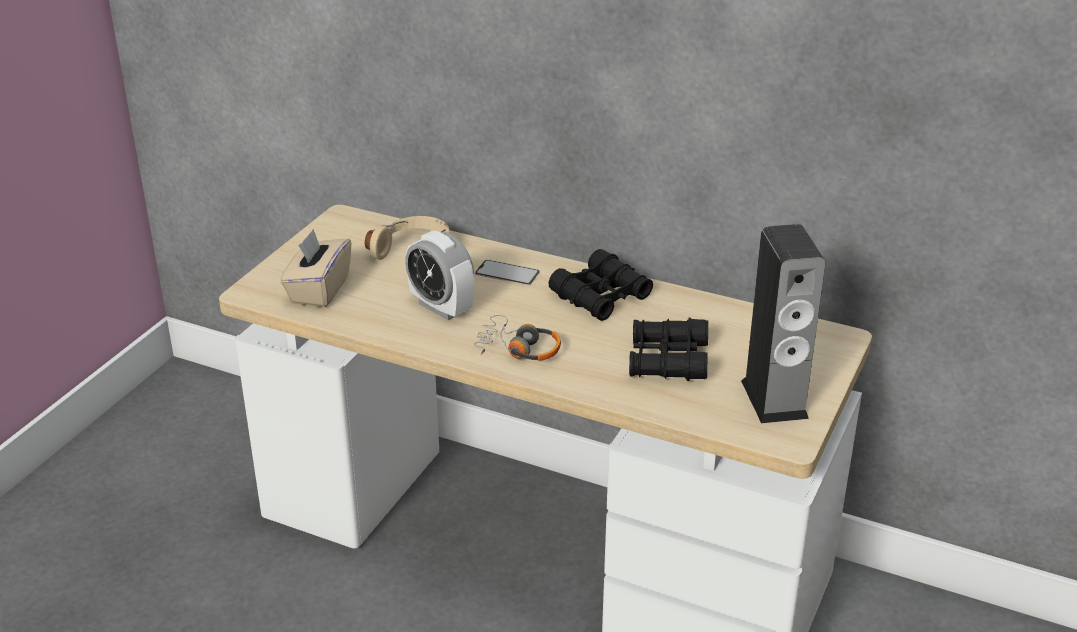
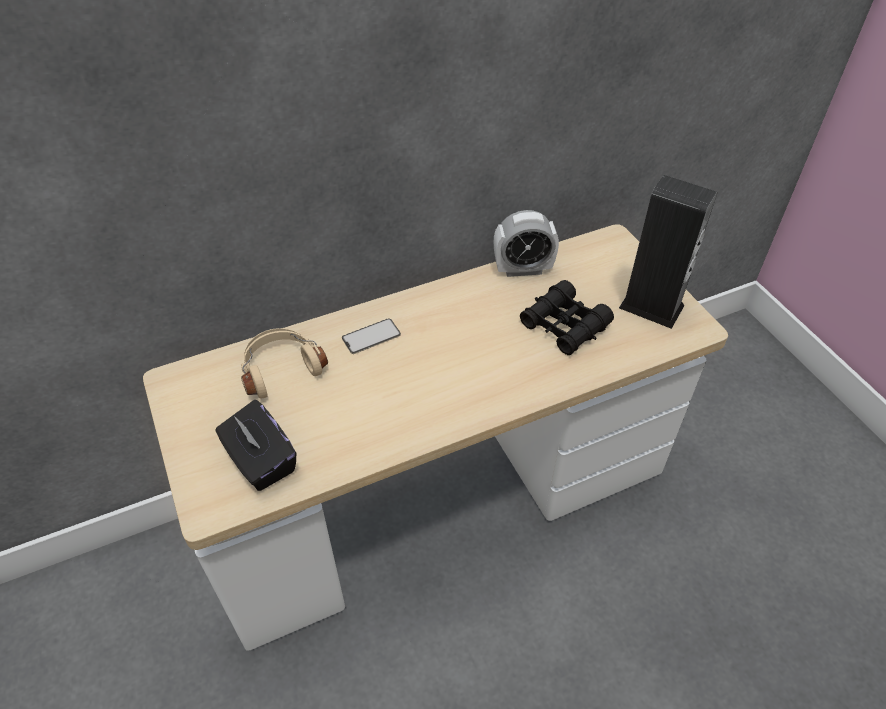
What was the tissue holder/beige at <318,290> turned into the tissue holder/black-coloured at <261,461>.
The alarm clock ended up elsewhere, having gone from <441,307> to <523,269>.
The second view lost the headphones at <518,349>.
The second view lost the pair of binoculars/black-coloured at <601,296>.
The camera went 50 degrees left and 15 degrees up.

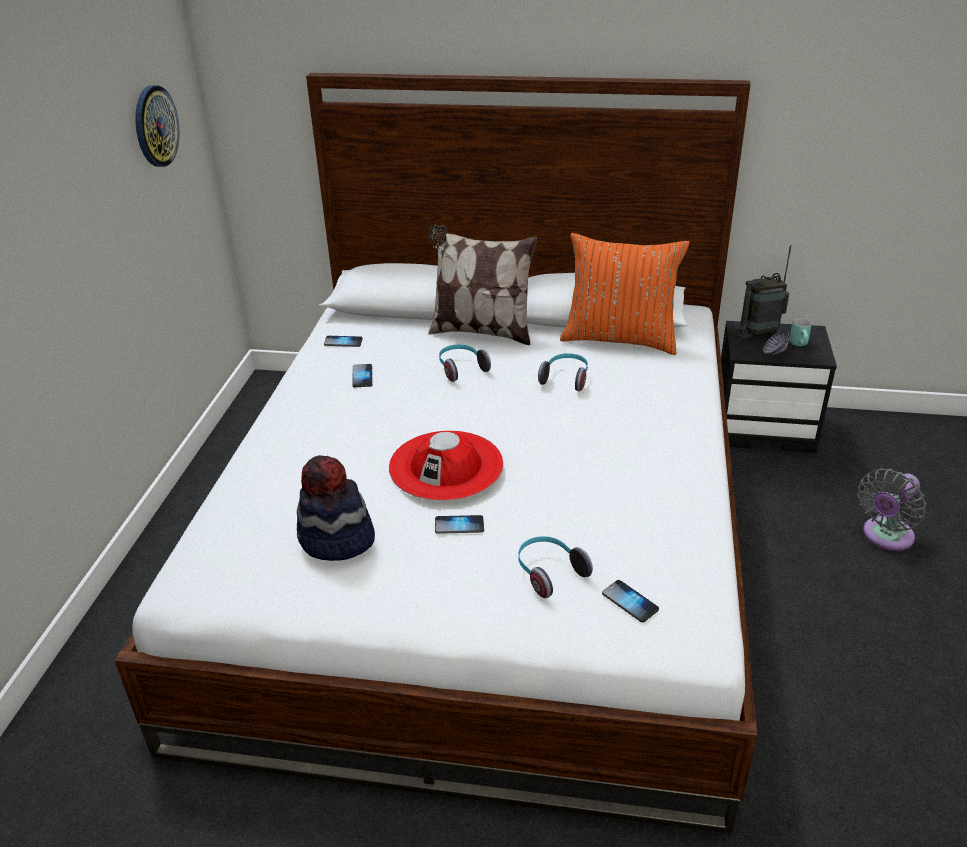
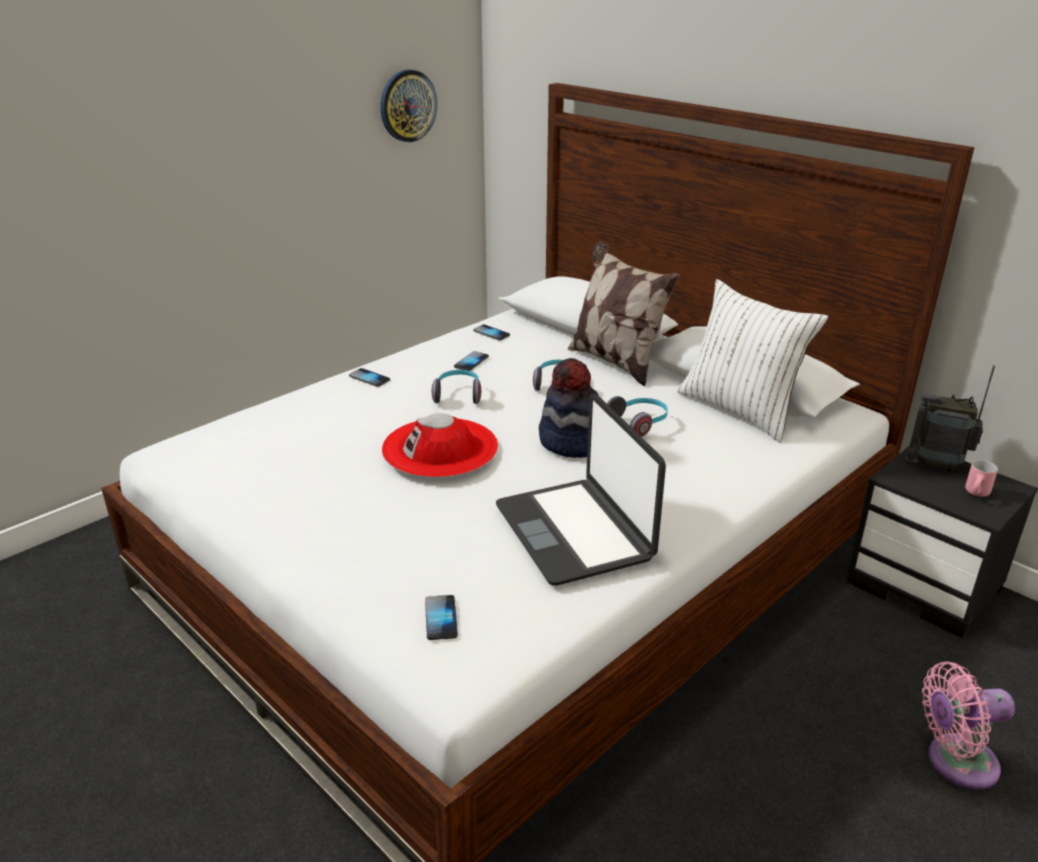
The clothing hat ended up elsewhere, having gone from <336,539> to <571,442>.
The handset ended up elsewhere, having gone from <459,525> to <369,378>.
The headphones ended up elsewhere, having gone from <549,572> to <458,395>.
What was the cushion/orange-coloured at <620,339> turned into the cushion/white-coloured at <740,410>.
The second view lost the bowl at <774,352>.
What was the tea mug/turquoise-coloured at <800,345> turned into the tea mug/pinkish at <977,494>.
What was the cooling fan/grey at <885,537> turned into the cooling fan/pinkish at <955,762>.
The second view gained the portable computer at <575,532>.
The camera went 35 degrees right and 5 degrees down.

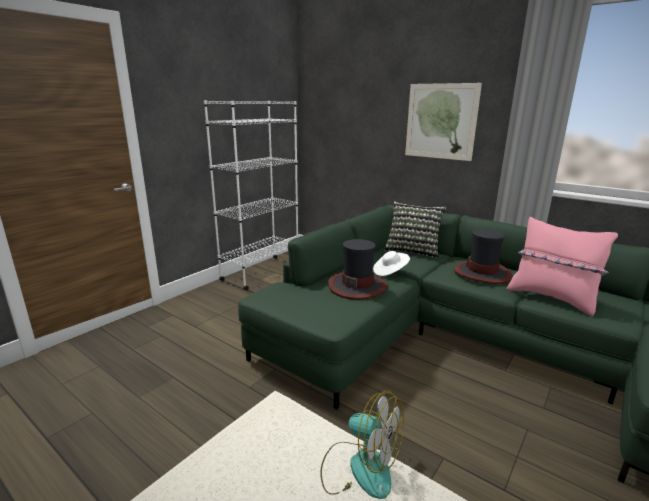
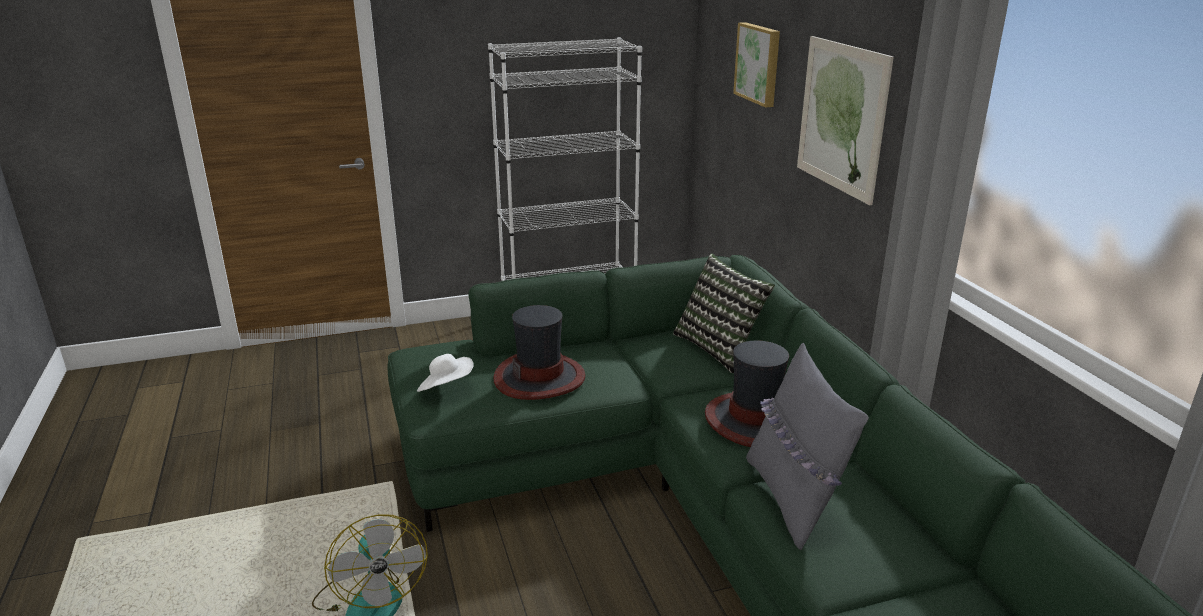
The clothing hat/white-coloured ended up elsewhere, having gone from <390,272> to <446,388>.
What was the cushion/pinkish at <551,298> turned into the cushion/grey at <793,499>.
The second view gained the wall picture at <759,63>.
The camera went 35 degrees right and 5 degrees up.

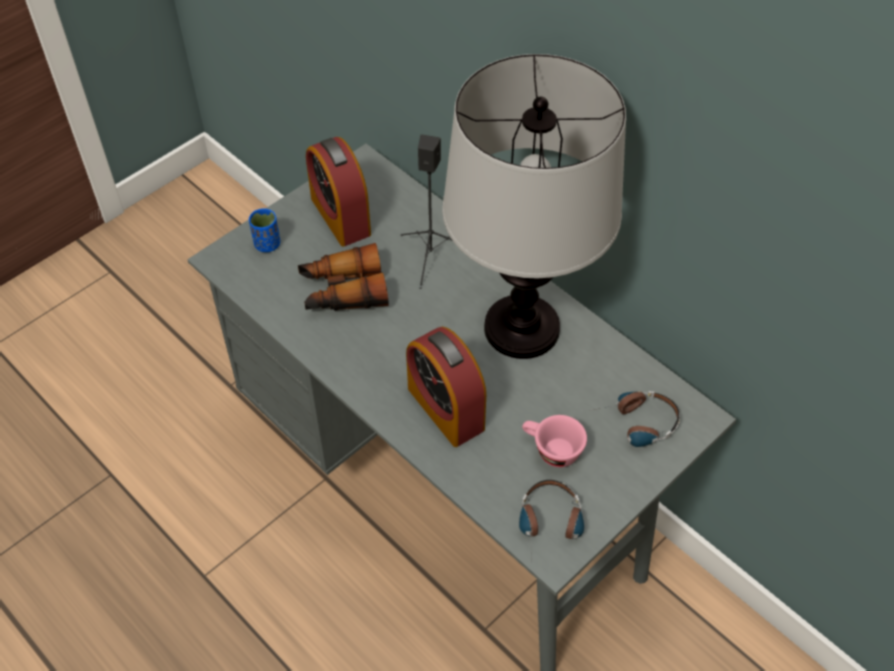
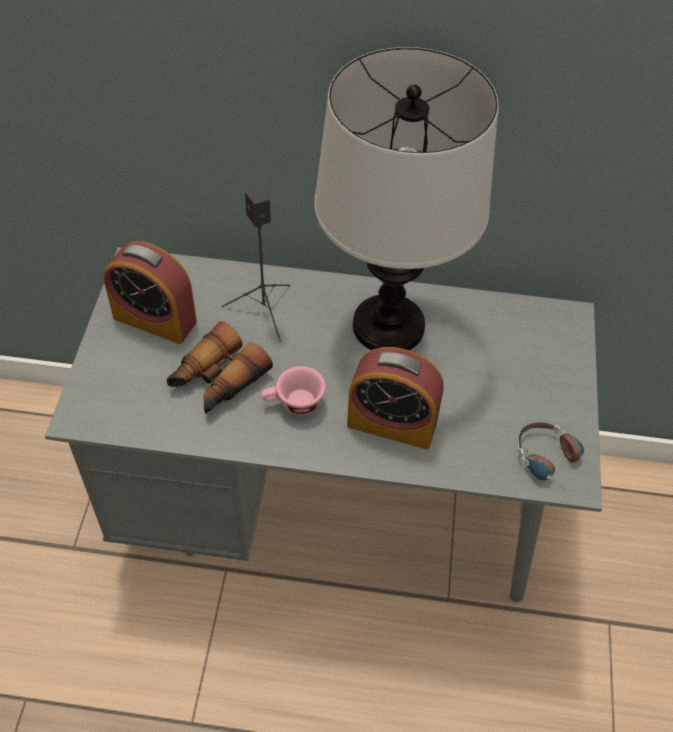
The second view lost the small cup/blue-coloured at <267,244>.
The small cup/pinkish ended up elsewhere, having gone from <551,450> to <293,404>.
The second view lost the headphones at <635,425>.
The camera went 40 degrees left and 0 degrees up.

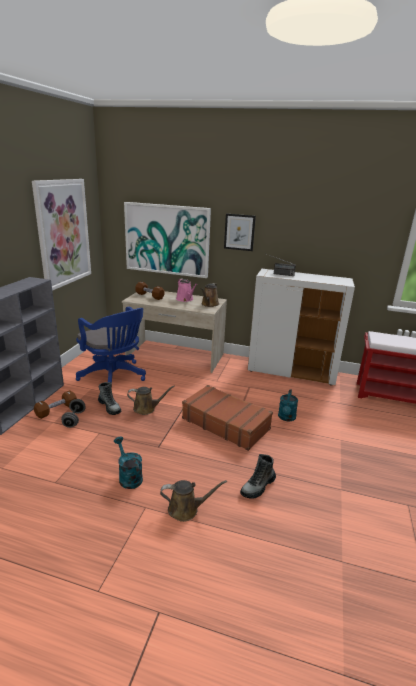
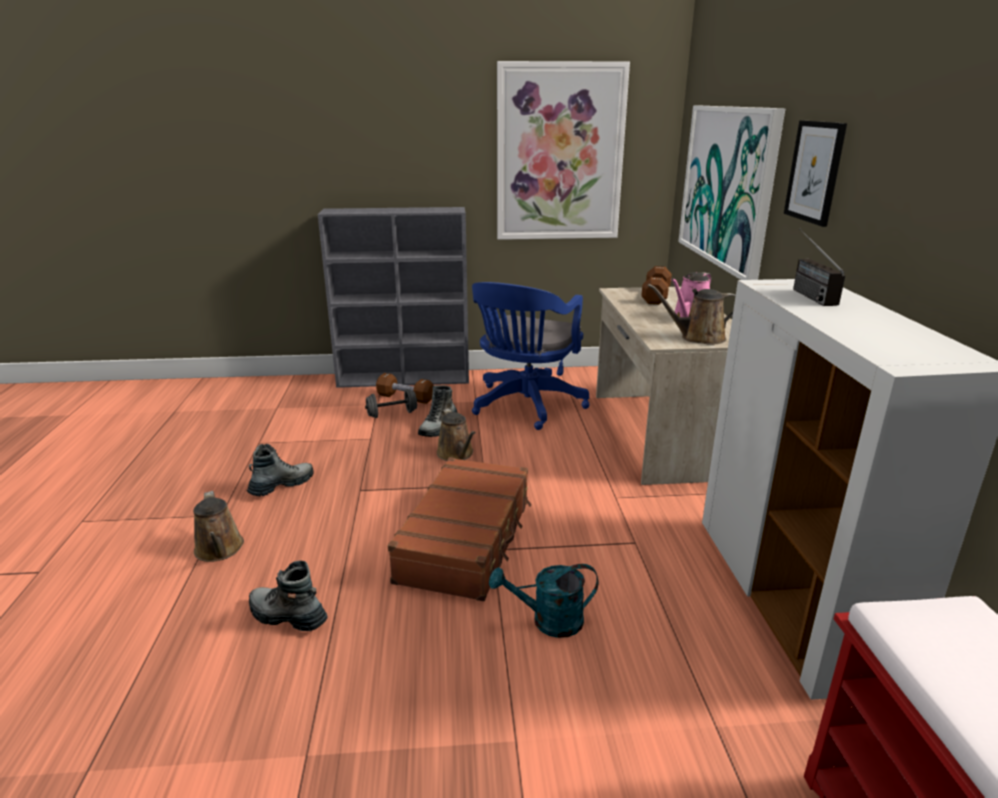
Where the sprinkling can/turquoise-coloured stood at <128,476>, the tall boot came to stand at <282,485>.
The camera went 70 degrees right and 0 degrees up.

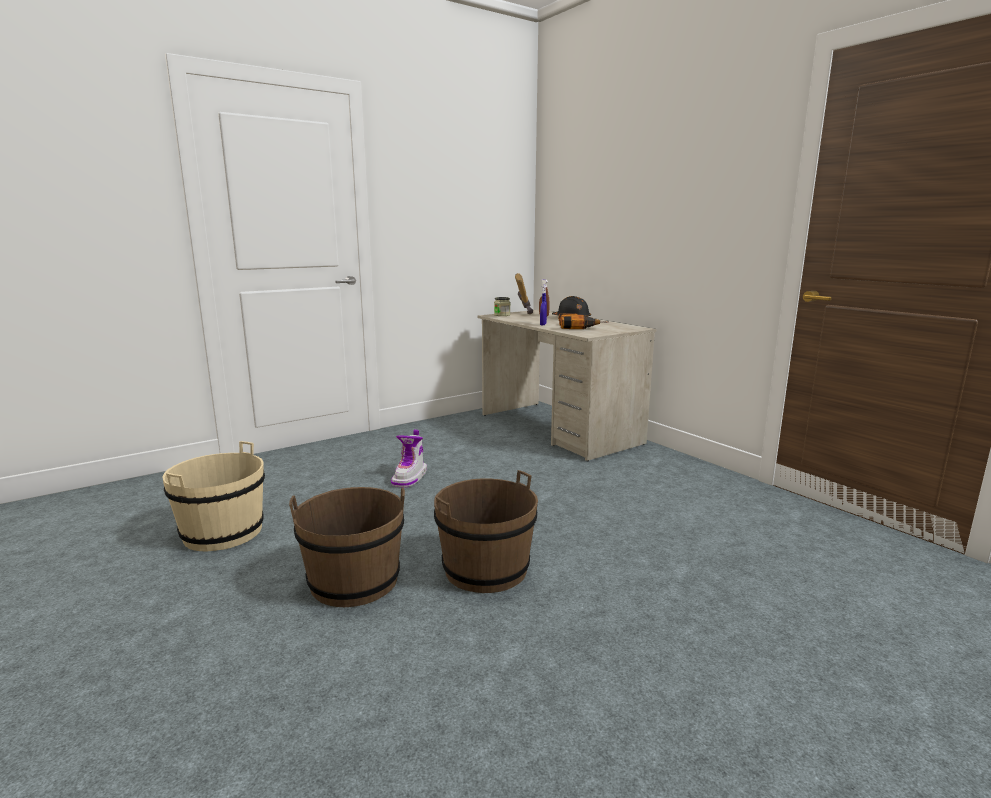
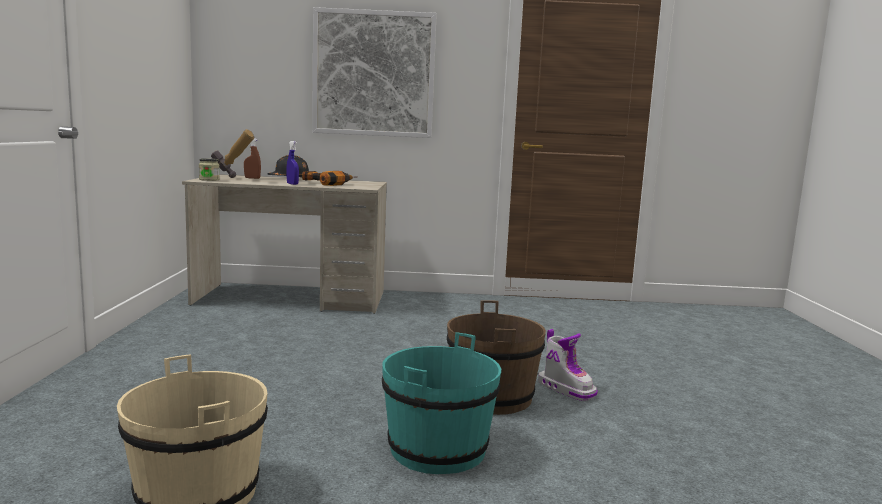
What was the pail/brown at <354,581> turned into the pail/turquoise-coloured at <437,449>.
The tall boot ended up elsewhere, having gone from <410,478> to <566,389>.
The second view gained the wall picture at <373,74>.
The camera went 55 degrees left and 5 degrees down.

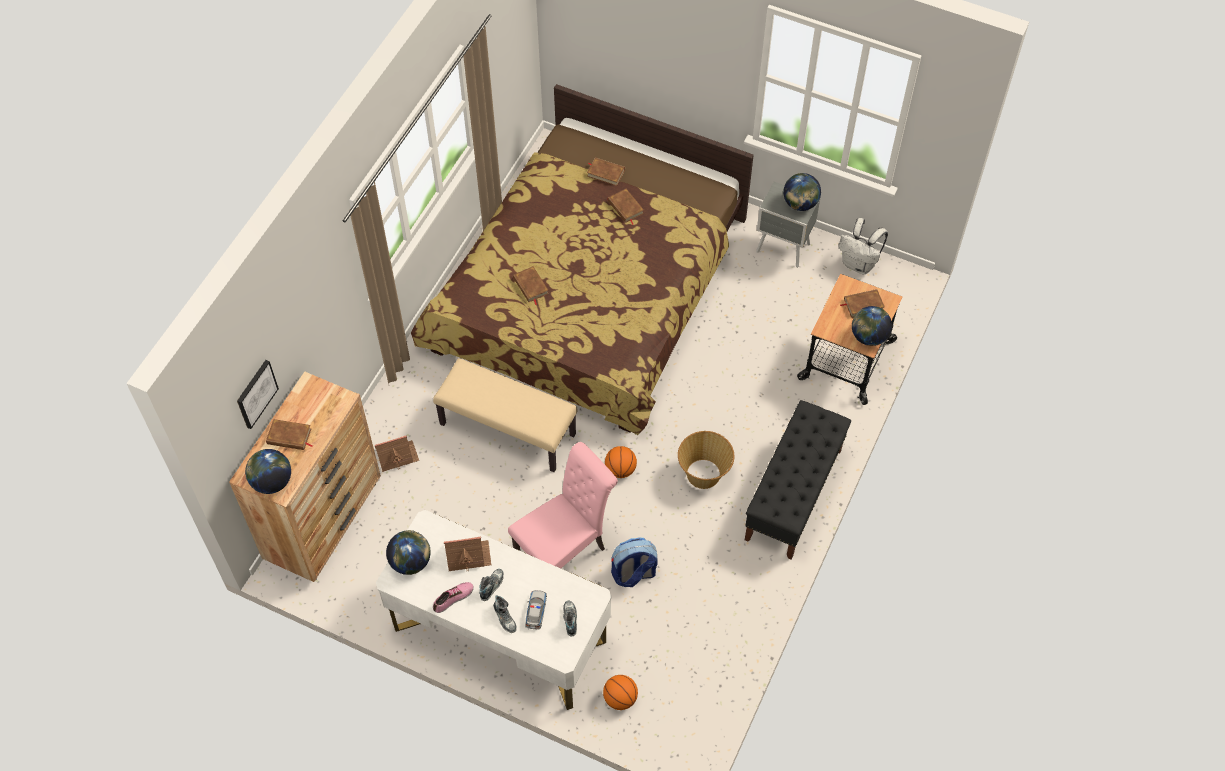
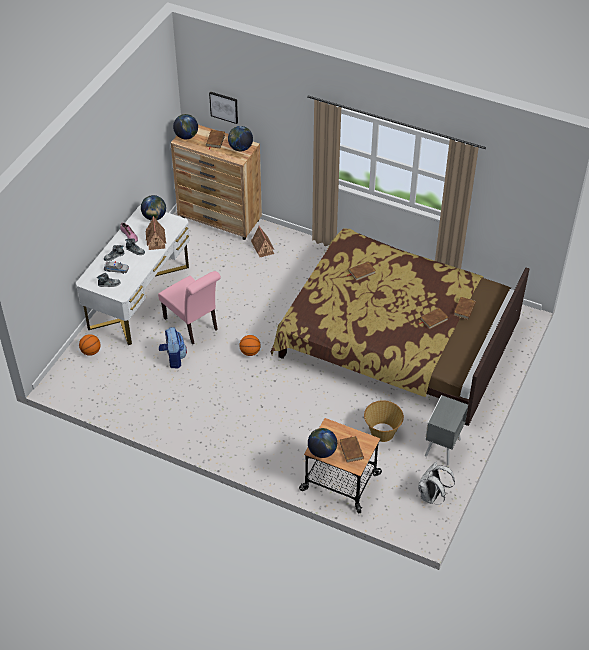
The second view lost the bench/beige at <508,429>.
The basket ended up elsewhere, having gone from <704,474> to <382,432>.
The second view lost the bench/black-coloured at <793,495>.
The desk globe ended up elsewhere, having gone from <800,204> to <240,148>.
The camera went 90 degrees right and 10 degrees down.

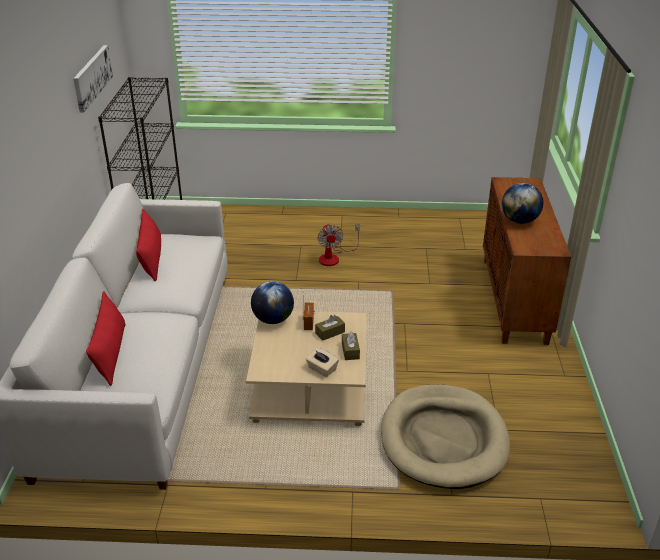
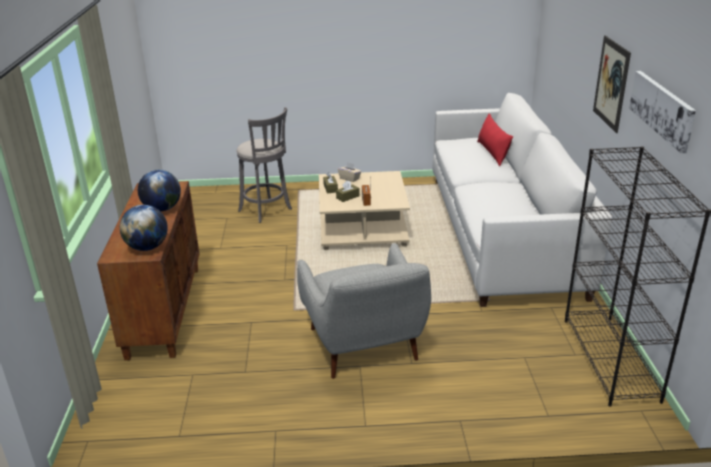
The second view lost the cushion/reddish at <151,260>.
The desk globe ended up elsewhere, having gone from <273,319> to <147,247>.
Where the cooling fan stood at <334,257>, the easy chair/grey came to stand at <364,348>.
Where the dog cushion/beige stood at <443,439>, the sitting stool/grey came to stand at <266,211>.
The second view gained the wall picture at <611,83>.
The camera went 175 degrees right and 5 degrees down.

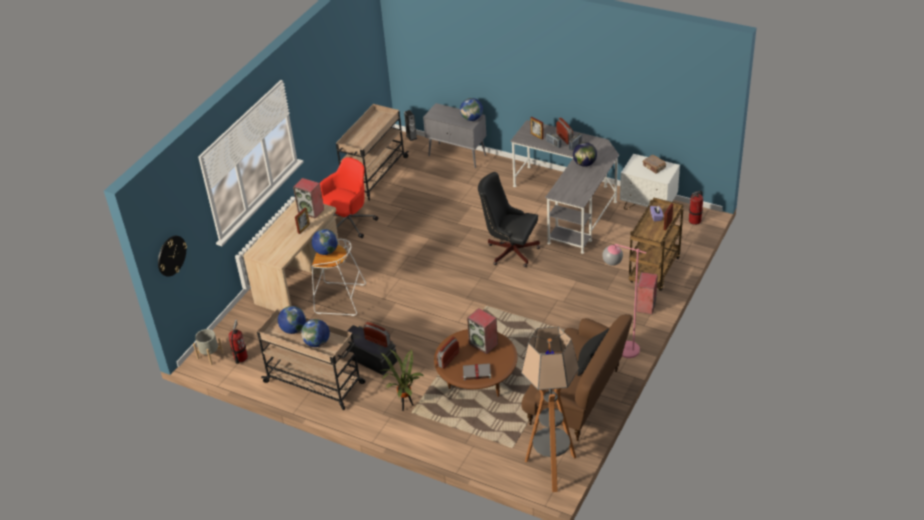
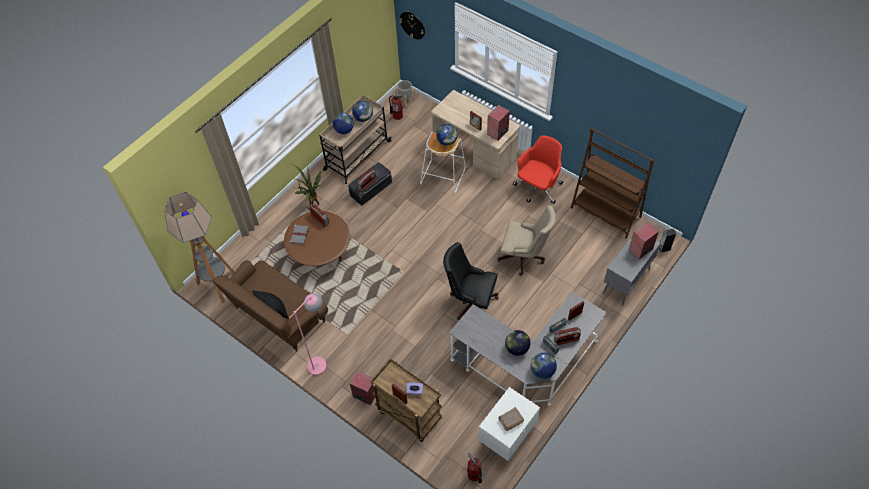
The office chair/reddish at <348,224> ended up facing another way, 105 degrees counterclockwise from before.
Where the cart/beige stood at <373,175>, the shelving unit/brown came to stand at <605,212>.
The desk globe ended up elsewhere, having gone from <472,119> to <542,371>.
The speaker ended up elsewhere, having gone from <484,344> to <640,249>.
The office chair/black-coloured at <509,250> ended up facing another way, 105 degrees counterclockwise from before.
The second view gained the office chair/beige at <524,257>.
The camera went 100 degrees right and 15 degrees up.

